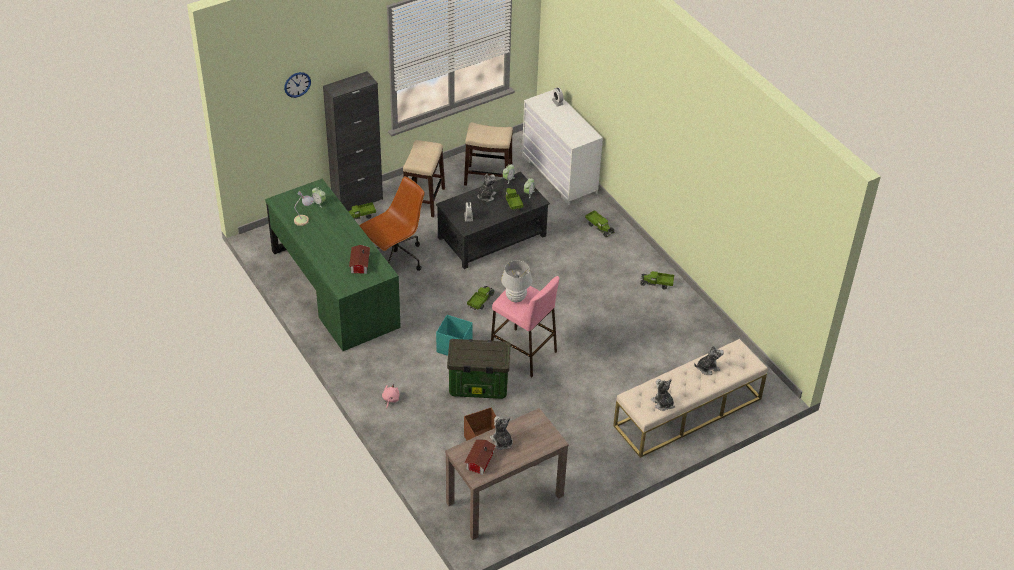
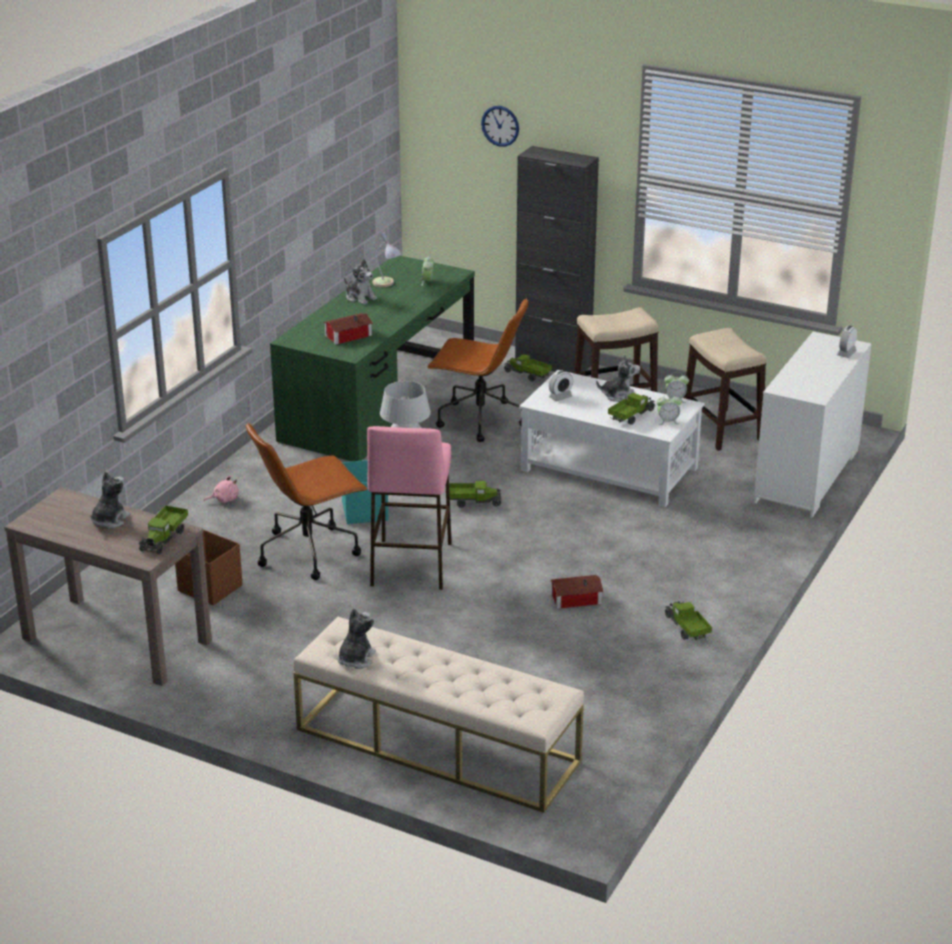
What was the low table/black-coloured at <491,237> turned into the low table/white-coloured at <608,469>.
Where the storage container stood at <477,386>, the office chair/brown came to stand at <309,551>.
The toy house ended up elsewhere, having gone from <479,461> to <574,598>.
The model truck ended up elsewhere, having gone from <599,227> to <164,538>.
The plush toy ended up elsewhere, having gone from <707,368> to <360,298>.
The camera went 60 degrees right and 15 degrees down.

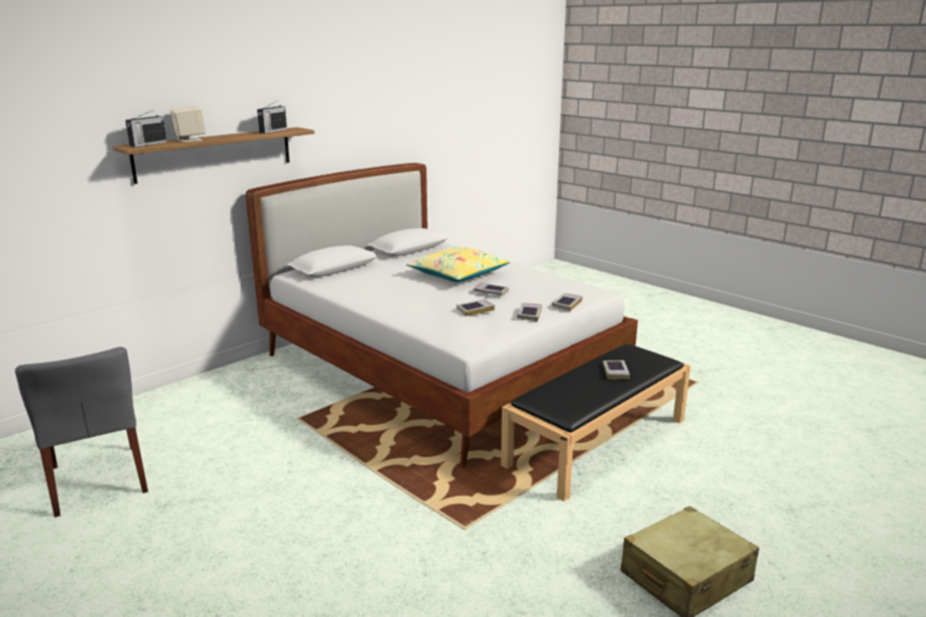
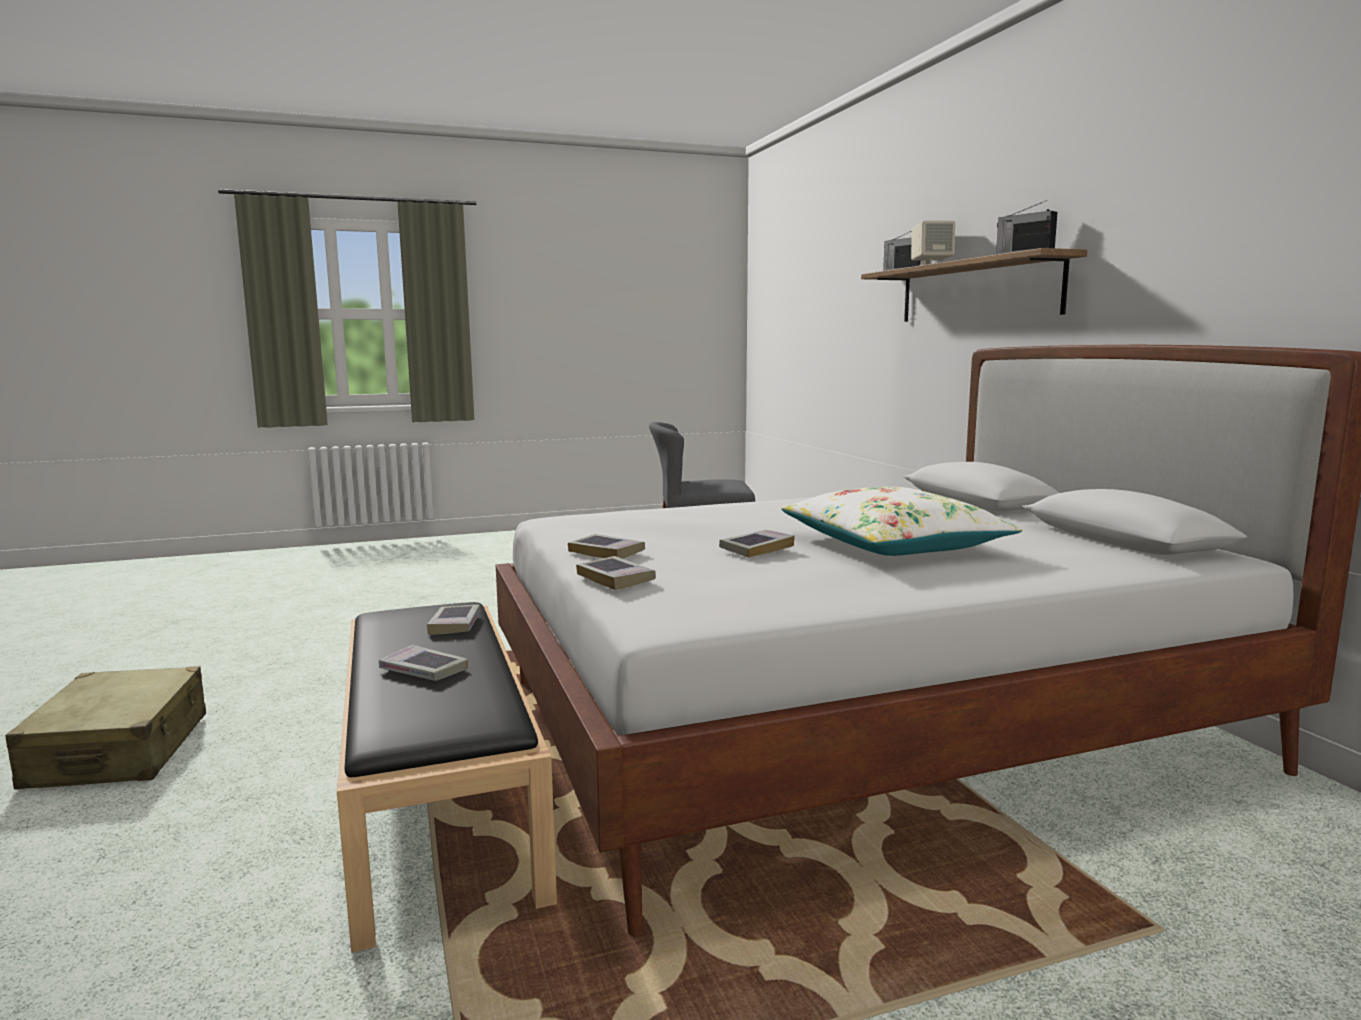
What was the cushion/yellowish at <458,274> turned into the cushion/white-coloured at <893,545>.
The book ended up elsewhere, having gone from <475,310> to <455,624>.
The camera went 115 degrees right and 10 degrees down.

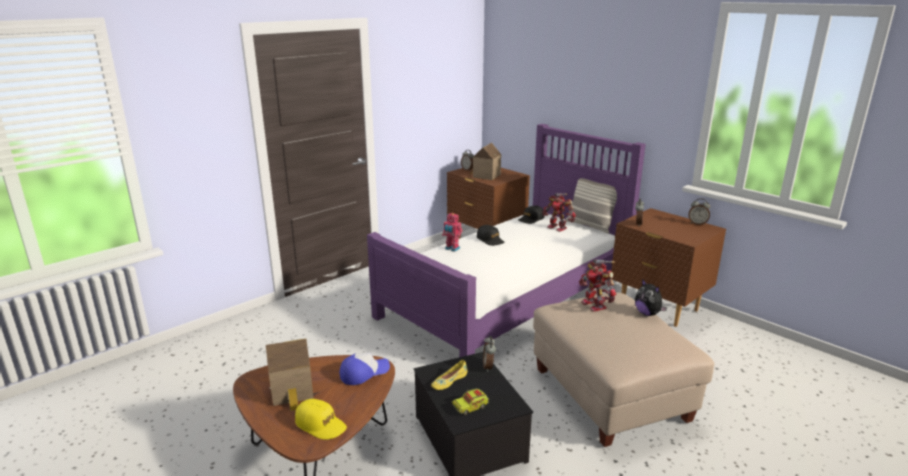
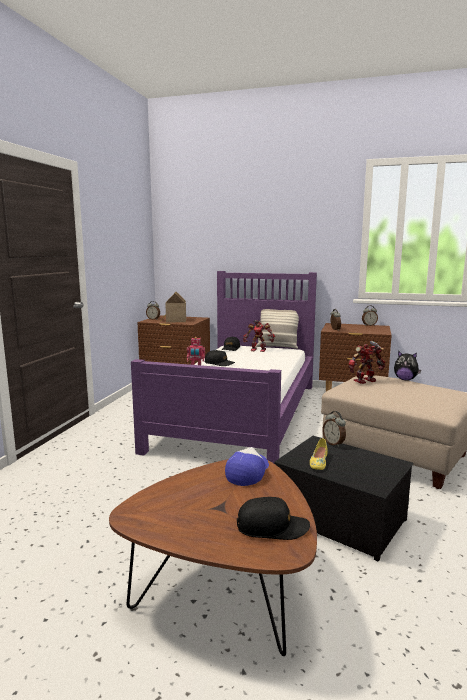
The second view lost the toy house at <293,392>.
What was the baseball cap/yellowish at <320,425> turned into the baseball cap/black-coloured at <272,527>.
The second view lost the model truck at <470,407>.
The toy robot at <595,305> ended up facing another way, 120 degrees clockwise from before.
The camera went 30 degrees left and 10 degrees down.

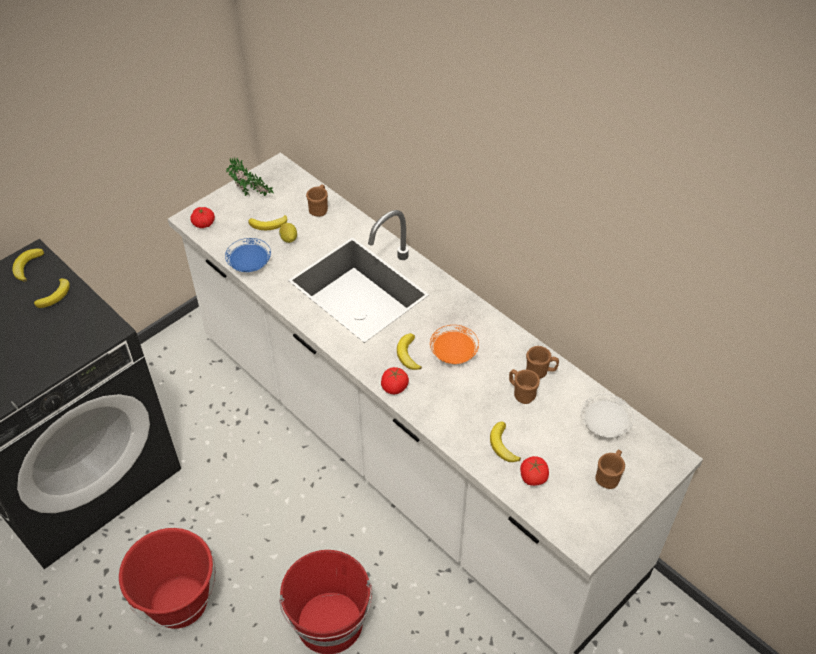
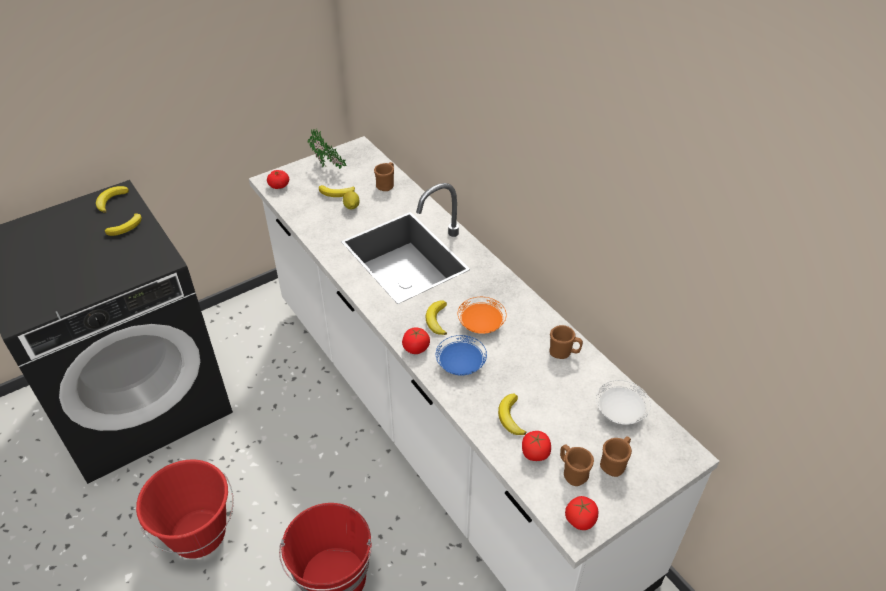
The dinner plate/blue-coloured ended up elsewhere, having gone from <250,264> to <461,365>.
The tea mug/brown ended up elsewhere, having gone from <521,393> to <572,472>.
The second view gained the whole tomato at <580,520>.
The camera went 10 degrees right and 5 degrees down.

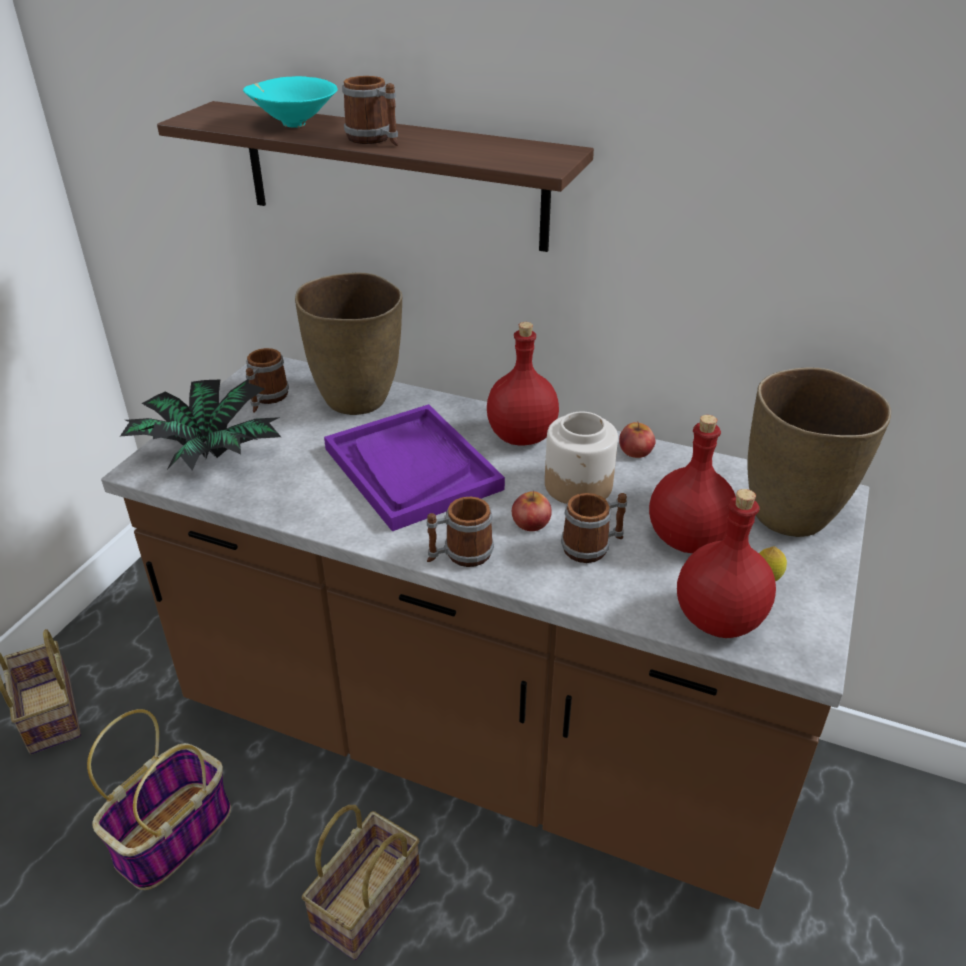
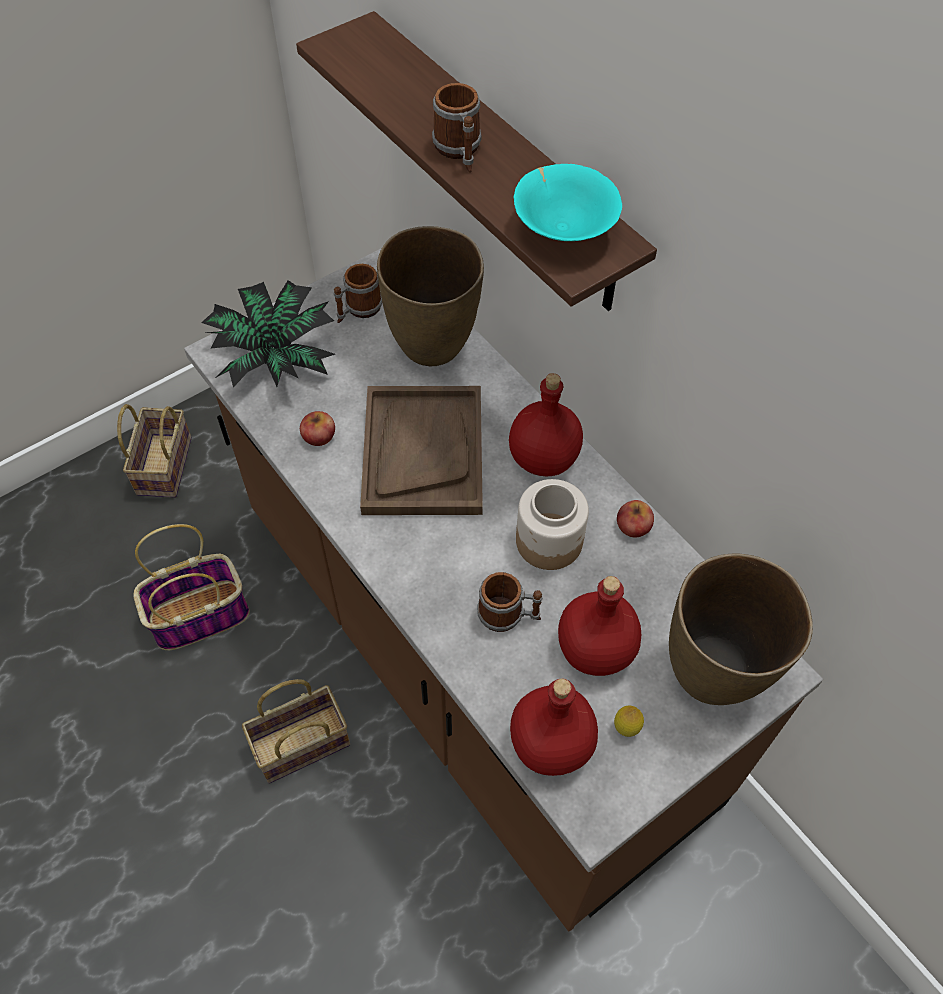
The bowl/turquoise-coloured ended up elsewhere, having gone from <292,124> to <562,230>.
What was the serving tray/purplish at <411,469> turned into the serving tray/brown at <422,452>.
The second view lost the tea mug at <460,555>.
The apple ended up elsewhere, having gone from <531,522> to <319,436>.
The camera went 30 degrees right and 20 degrees up.

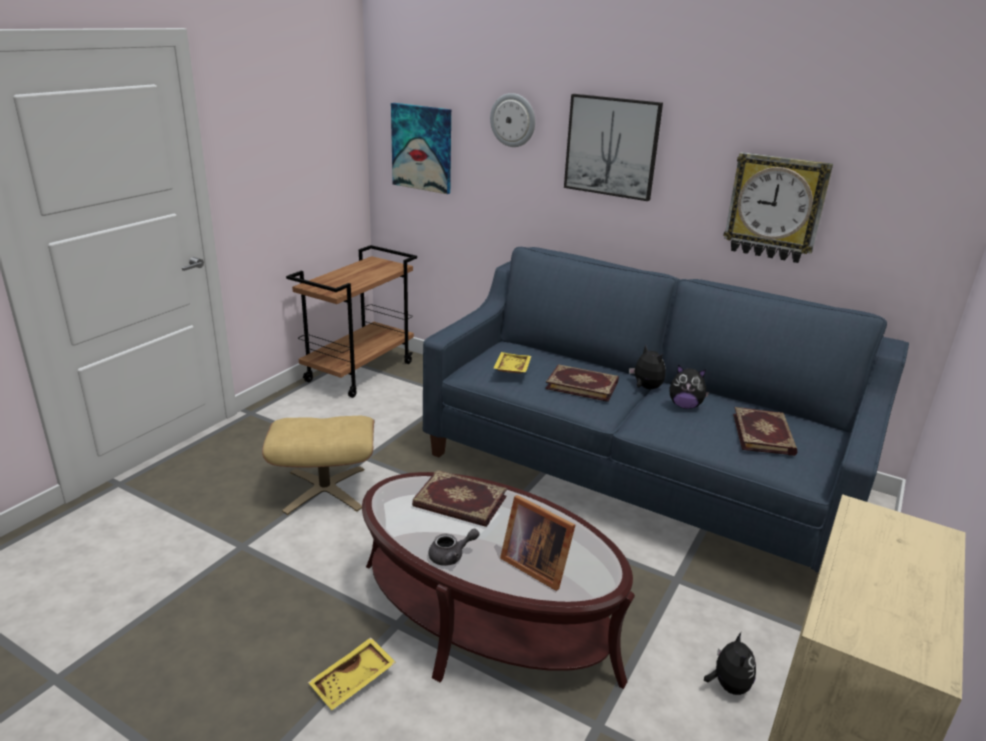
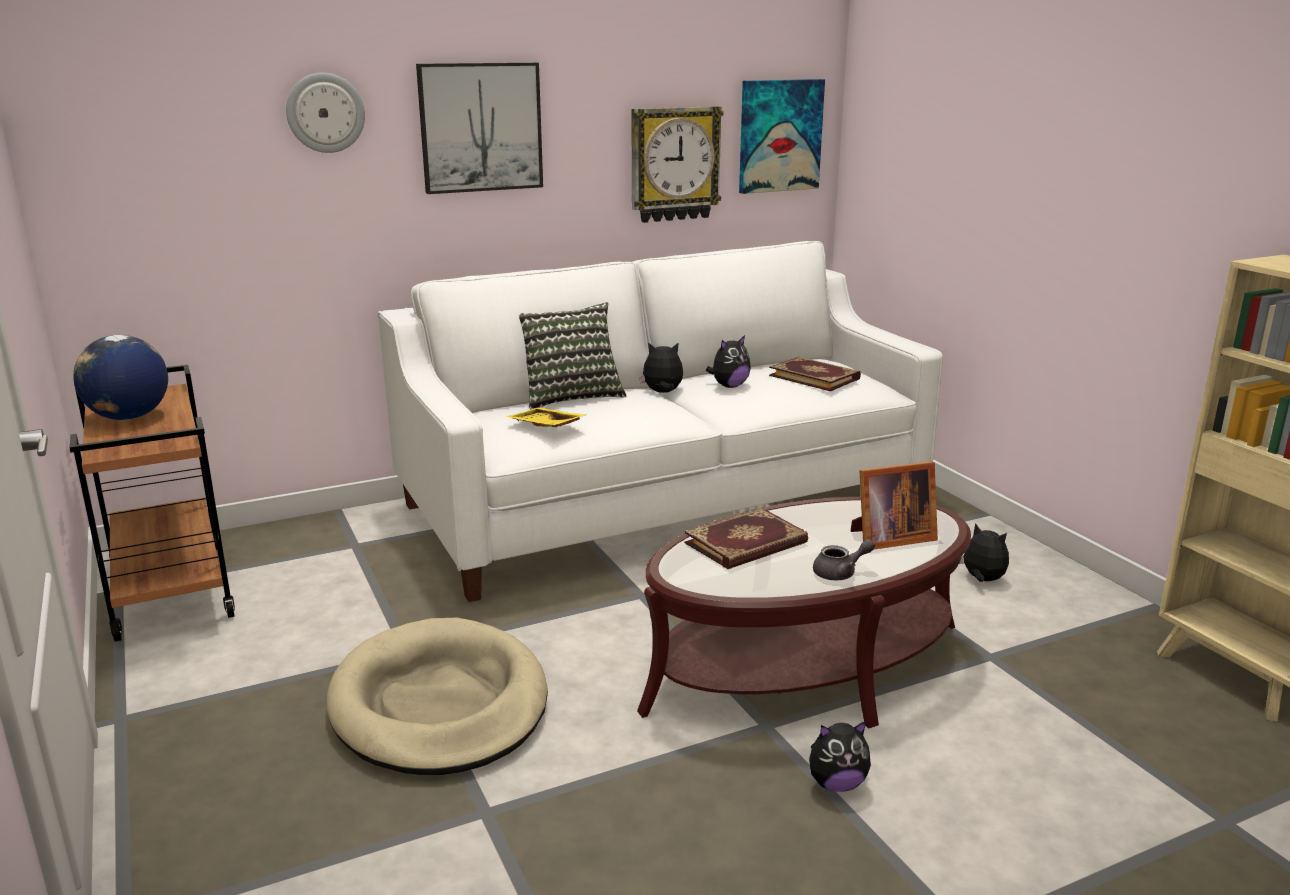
Where the ottoman/beige stood at <324,490>, the dog cushion/beige came to stand at <439,704>.
Where the serving tray/yellowish stood at <353,681>, the plush toy came to stand at <836,784>.
The wall picture ended up elsewhere, having gone from <422,148> to <779,136>.
What was the couch/blue-coloured at <638,473> turned into the couch/white-coloured at <662,504>.
The teapot/grey at <451,556> ended up facing another way, 60 degrees clockwise from before.
The second view lost the book at <582,385>.
The second view gained the desk globe at <128,417>.
The second view gained the cushion at <570,396>.
The camera went 55 degrees left and 5 degrees down.

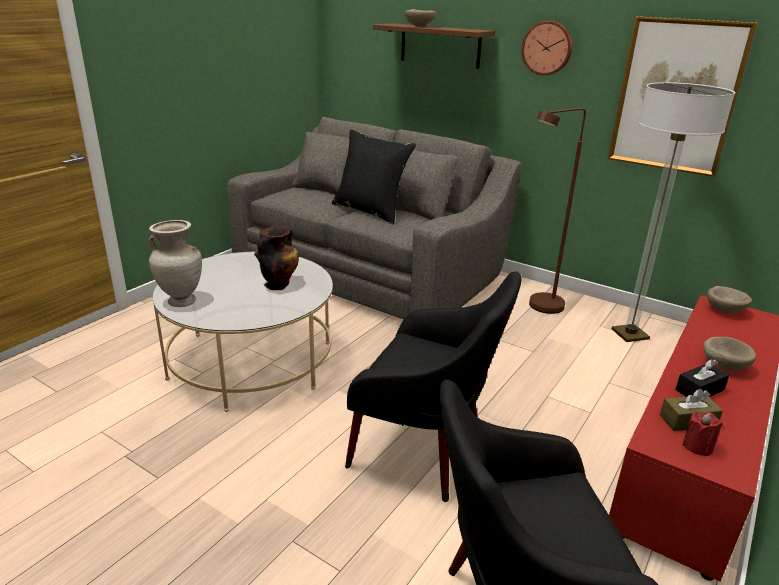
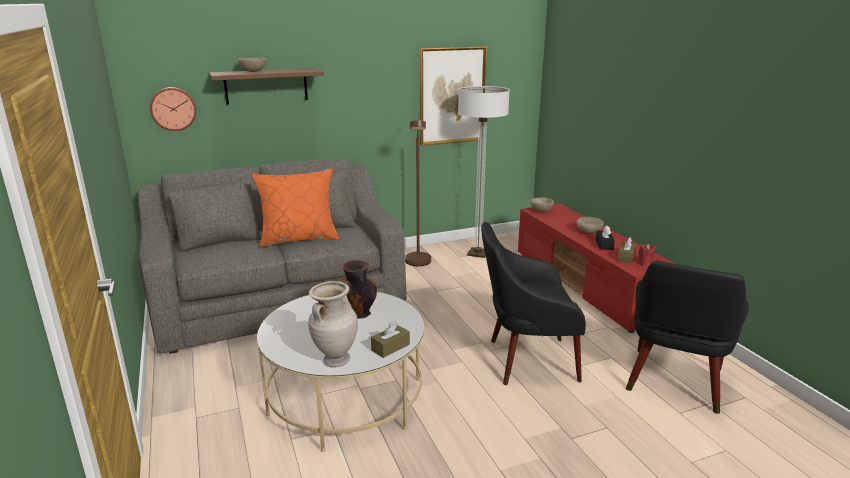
What was the cushion/black-coloured at <370,210> turned into the cushion/orange-coloured at <299,239>.
The easy chair/black-coloured at <425,451> ended up facing another way, 150 degrees counterclockwise from before.
The hanging clock ended up elsewhere, having gone from <547,48> to <173,108>.
The second view gained the tissue holder/brown at <390,347>.
The camera went 55 degrees left and 5 degrees down.

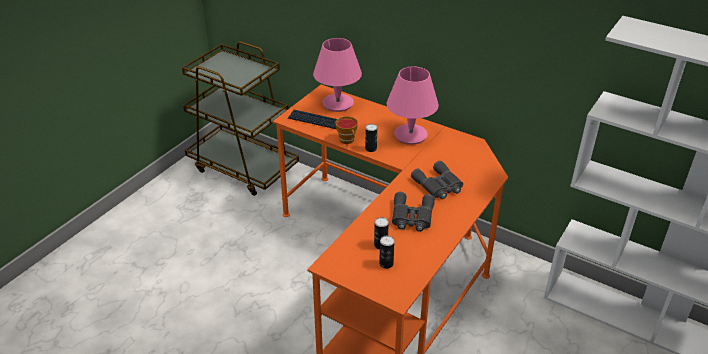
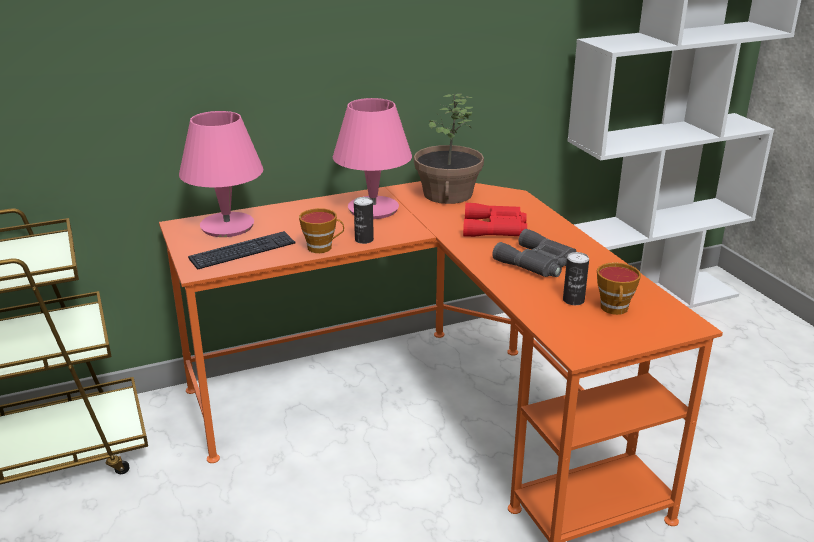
Where the can stood at <386,264>, the small cup came to stand at <615,309>.
What was the pair of binoculars/grey at <438,185> turned into the pair of binoculars/reddish at <496,228>.
The second view gained the houseplant at <447,194>.
The camera went 55 degrees left and 10 degrees down.

